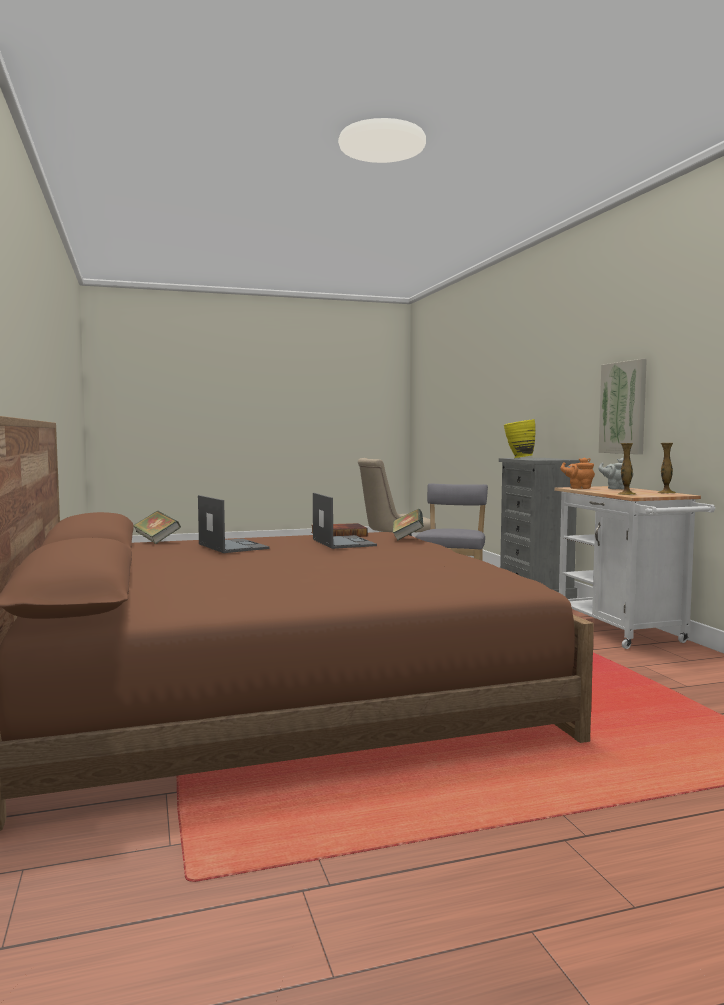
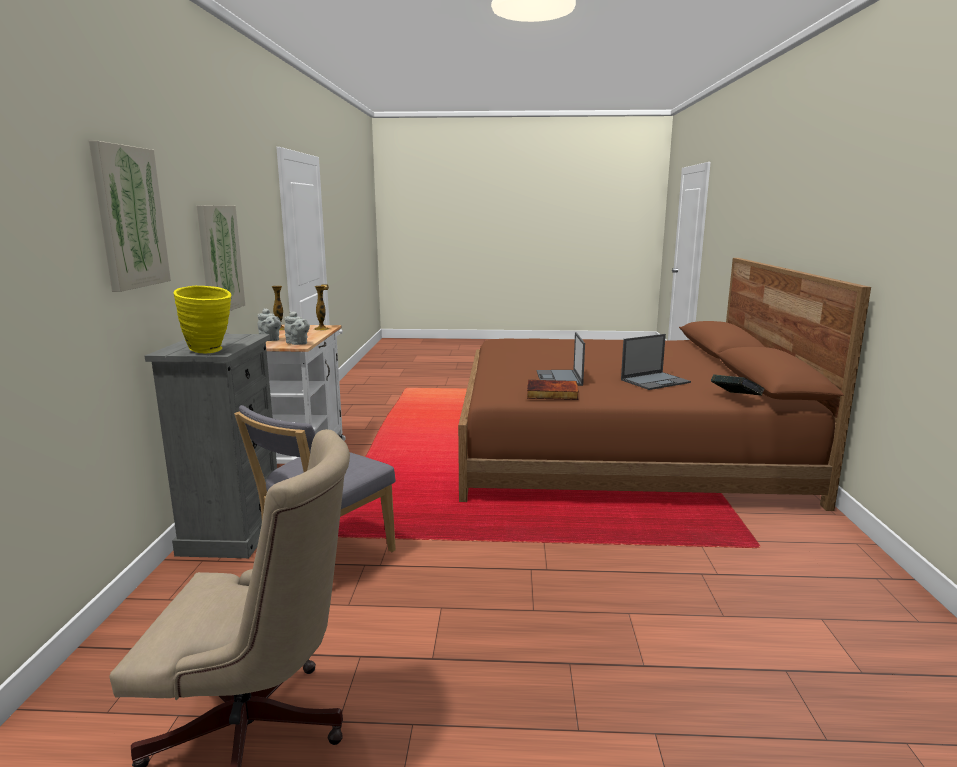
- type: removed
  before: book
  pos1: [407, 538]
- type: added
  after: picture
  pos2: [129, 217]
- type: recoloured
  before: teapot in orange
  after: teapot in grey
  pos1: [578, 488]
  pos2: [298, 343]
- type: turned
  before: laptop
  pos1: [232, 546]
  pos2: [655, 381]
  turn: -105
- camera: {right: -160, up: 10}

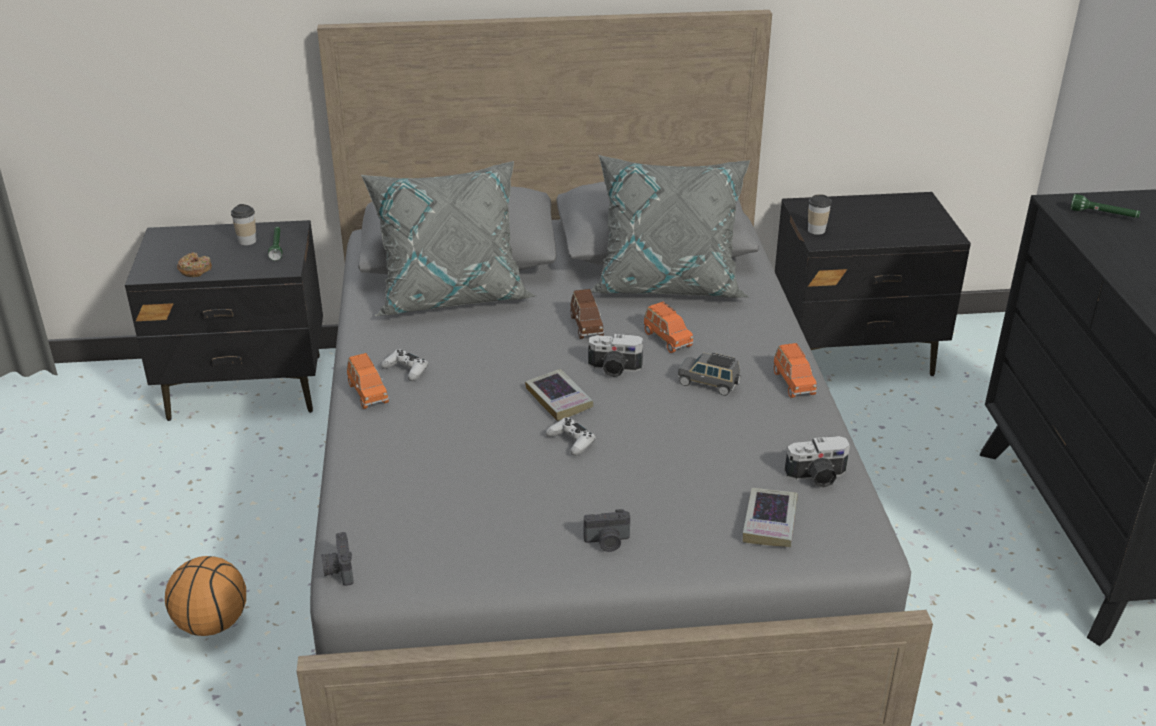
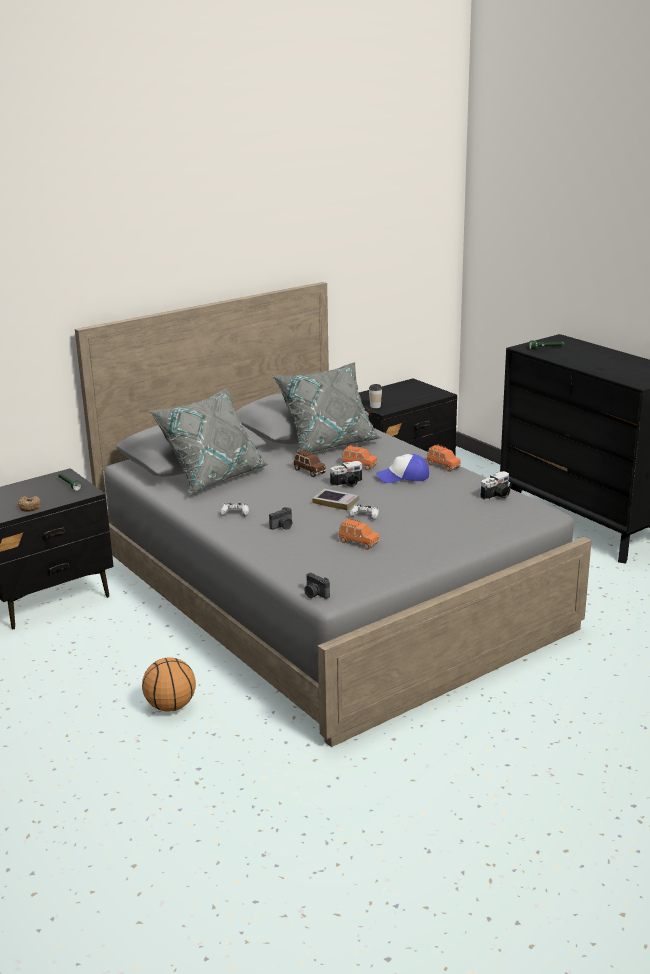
- type: removed
  before: cup
  pos1: [247, 241]
- type: removed
  before: book
  pos1: [770, 522]
- type: moved
  before: toy car in orange
  pos1: [368, 393]
  pos2: [358, 543]
- type: moved
  before: photo camera
  pos1: [607, 542]
  pos2: [283, 526]
- type: replaced
  before: toy car in grey
  after: cap
  pos1: [709, 384]
  pos2: [403, 477]
- camera: {right: -30, up: -10}

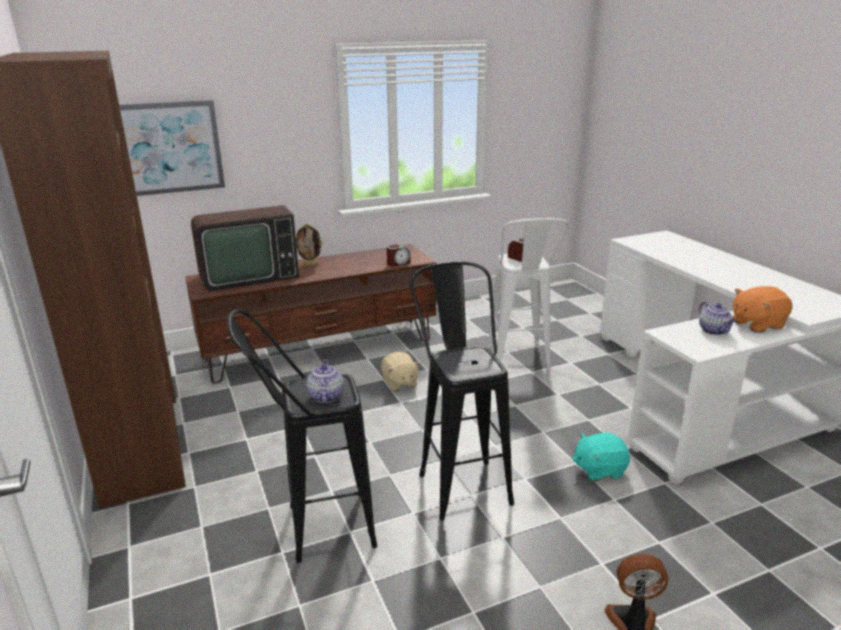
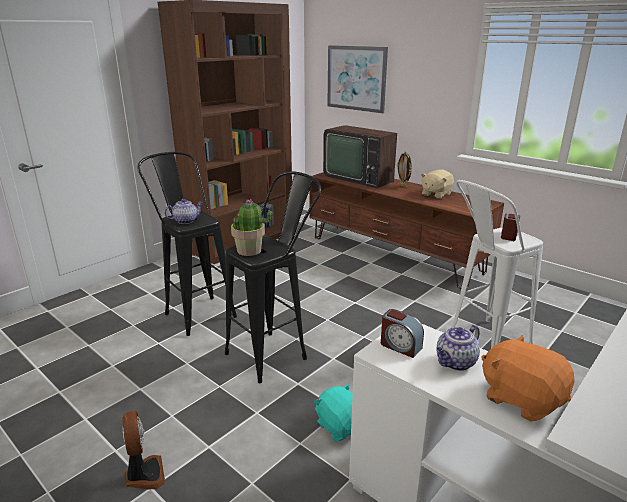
- type: added
  after: potted plant
  pos2: [249, 251]
- type: moved
  before: plush toy in beige
  pos1: [399, 383]
  pos2: [435, 194]
- type: moved
  before: alarm clock
  pos1: [398, 263]
  pos2: [400, 346]
- camera: {right: 65, up: 0}

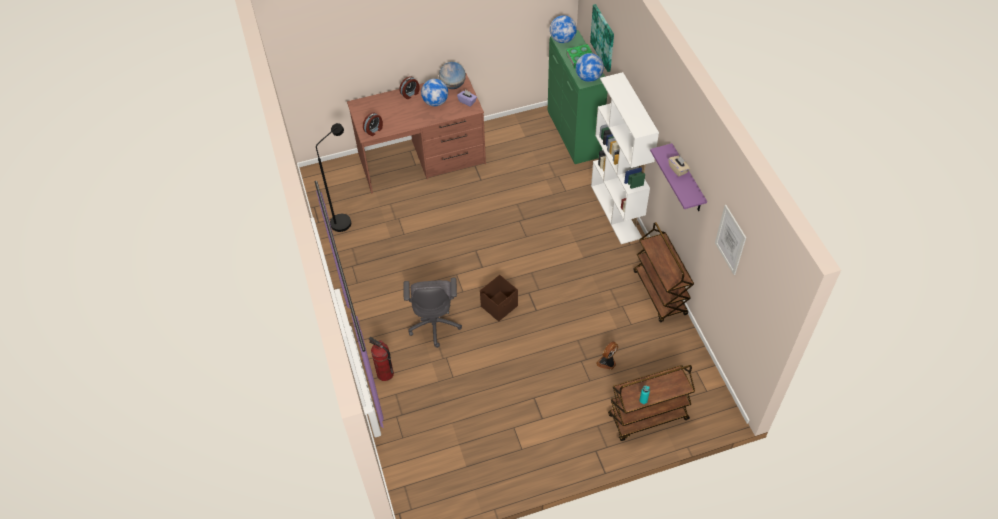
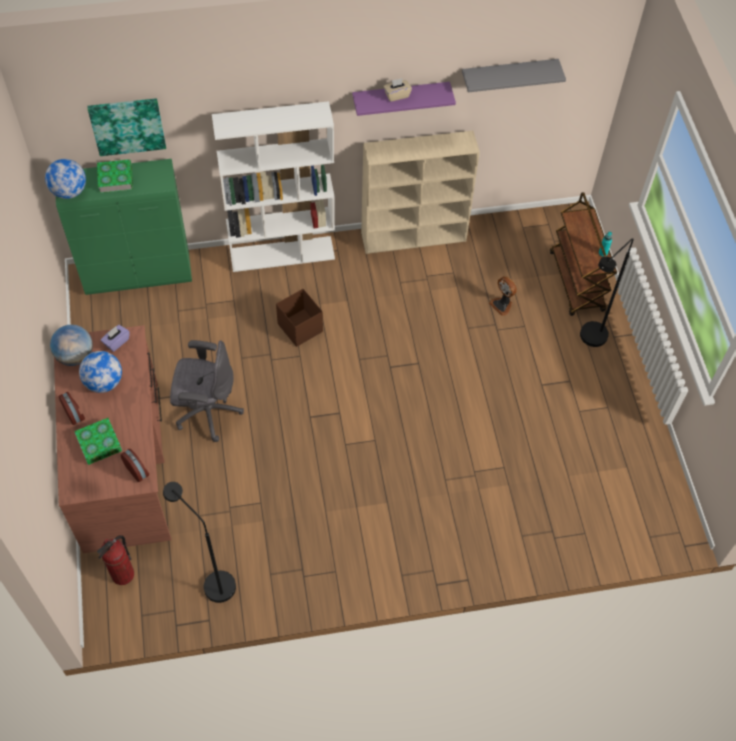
- type: removed
  before: globe
  pos1: [588, 78]
- type: added
  after: book
  pos2: [99, 443]
- type: added
  after: floor lamp in black
  pos2: [589, 341]
- type: moved
  before: fire extinguisher
  pos1: [385, 374]
  pos2: [123, 574]
- type: moved
  before: office chair in grey
  pos1: [435, 324]
  pos2: [207, 411]
- type: moved
  before: storage box in brown
  pos1: [500, 306]
  pos2: [300, 327]
- type: replaced
  before: cart in brown
  after: bookcase in beige
  pos1: [660, 293]
  pos2: [414, 236]
- type: replaced
  before: picture
  after: shelf in grey
  pos1: [730, 240]
  pos2: [508, 75]
- camera: {right: -85, up: 5}

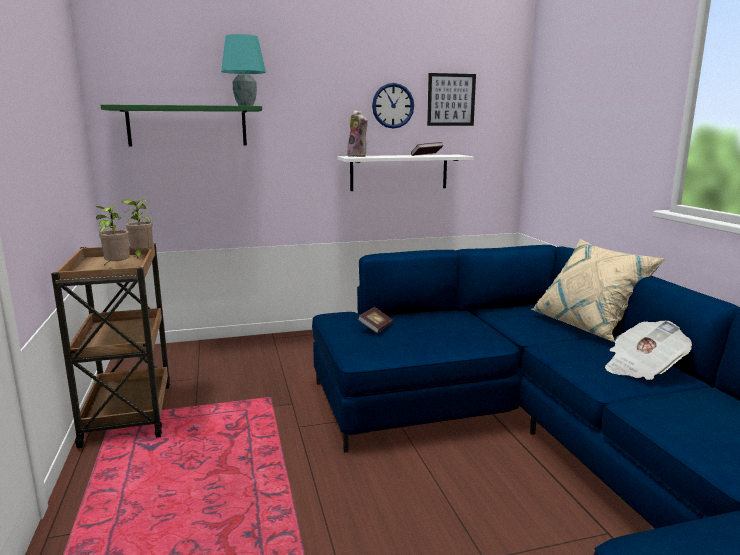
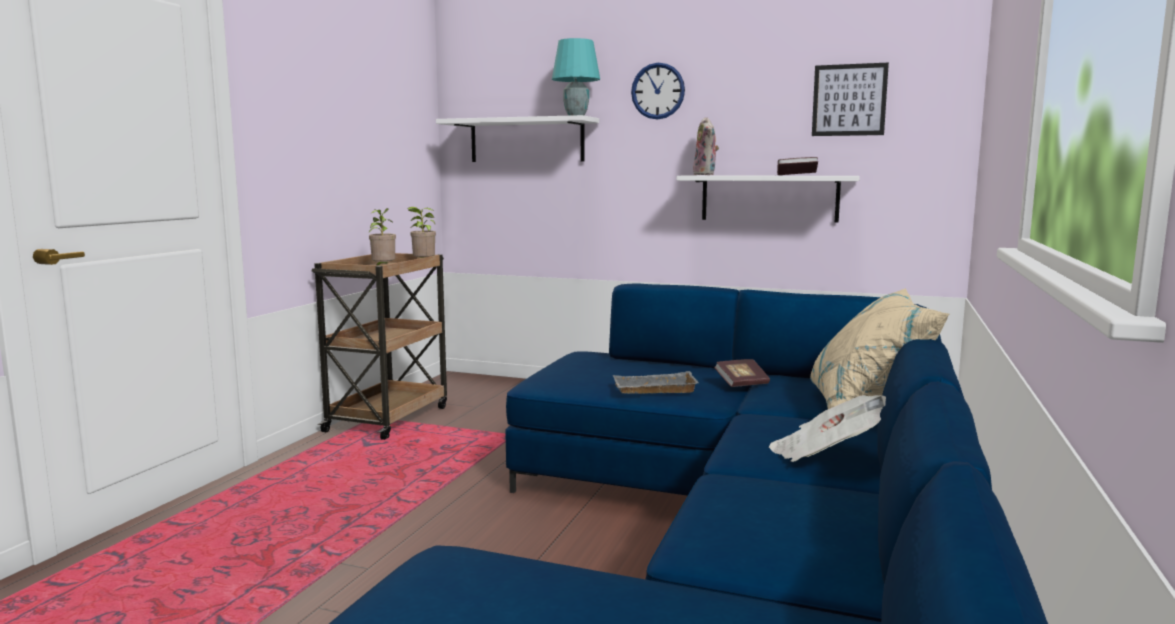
- type: added
  after: tray in grey
  pos2: [654, 390]
- type: moved
  before: book
  pos1: [375, 328]
  pos2: [741, 384]
- type: moved
  before: wall clock
  pos1: [393, 105]
  pos2: [658, 91]
- type: recoloured
  before: shelf in green
  after: shelf in white
  pos1: [187, 126]
  pos2: [526, 140]
- camera: {right: 35, up: -5}

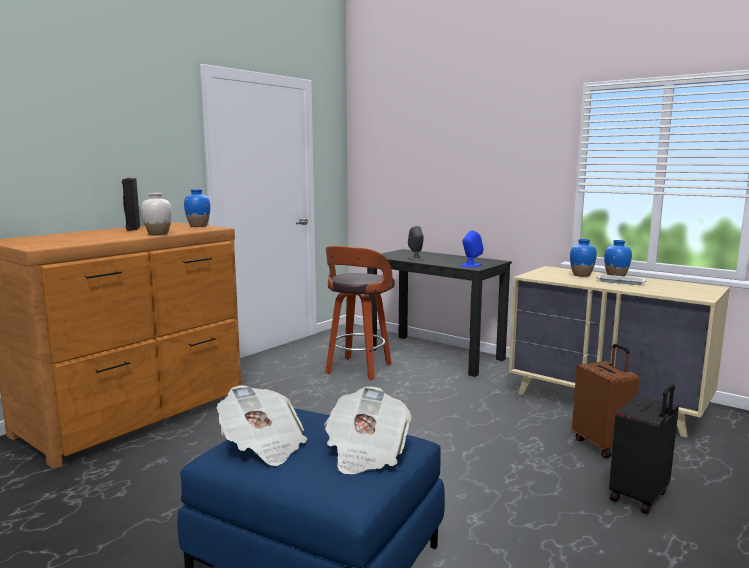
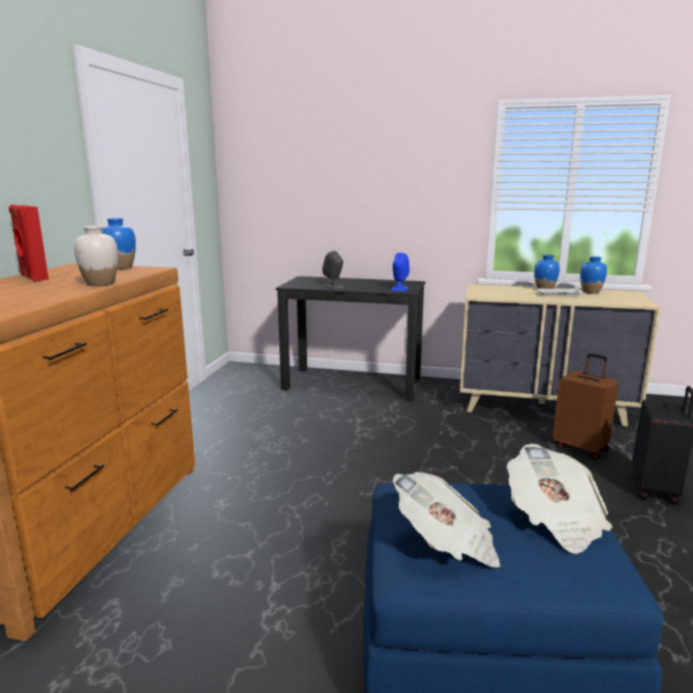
- type: removed
  before: stool
  pos1: [358, 369]
- type: moved
  before: vase in blue
  pos1: [581, 275]
  pos2: [591, 292]
- type: recoloured
  before: speaker in black
  after: speaker in red
  pos1: [132, 228]
  pos2: [33, 277]
- camera: {right: -25, up: 5}

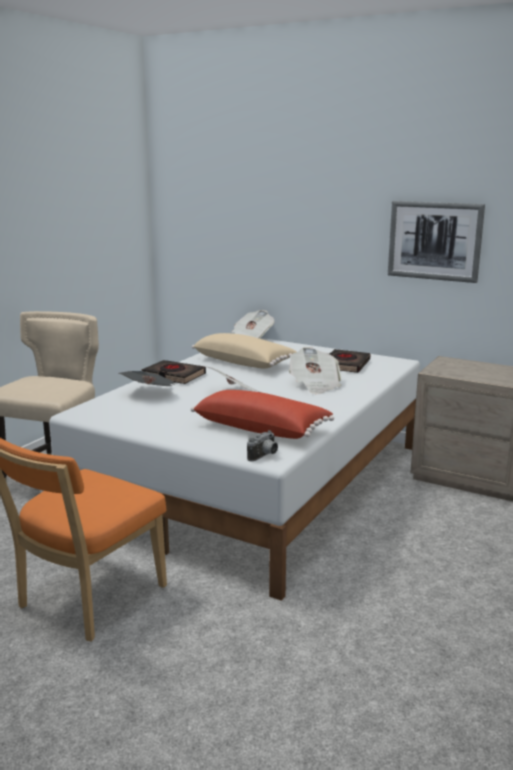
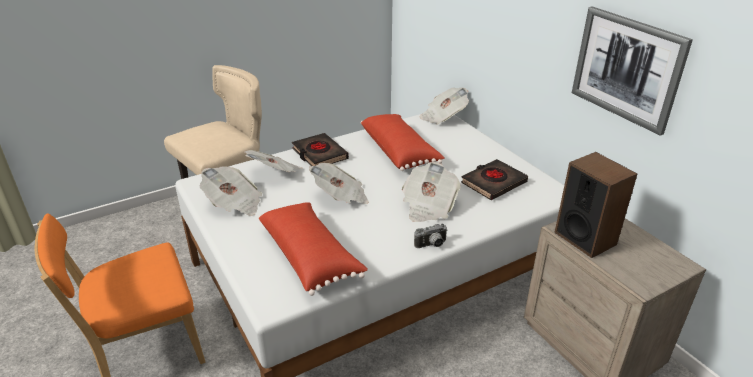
- type: added
  after: newspaper
  pos2: [234, 204]
- type: added
  after: speaker
  pos2: [585, 238]
- type: moved
  before: photo camera
  pos1: [264, 456]
  pos2: [432, 245]
- type: recoloured
  before: pillow in beige
  after: pillow in red
  pos1: [244, 363]
  pos2: [400, 152]
- camera: {right: 30, up: 15}

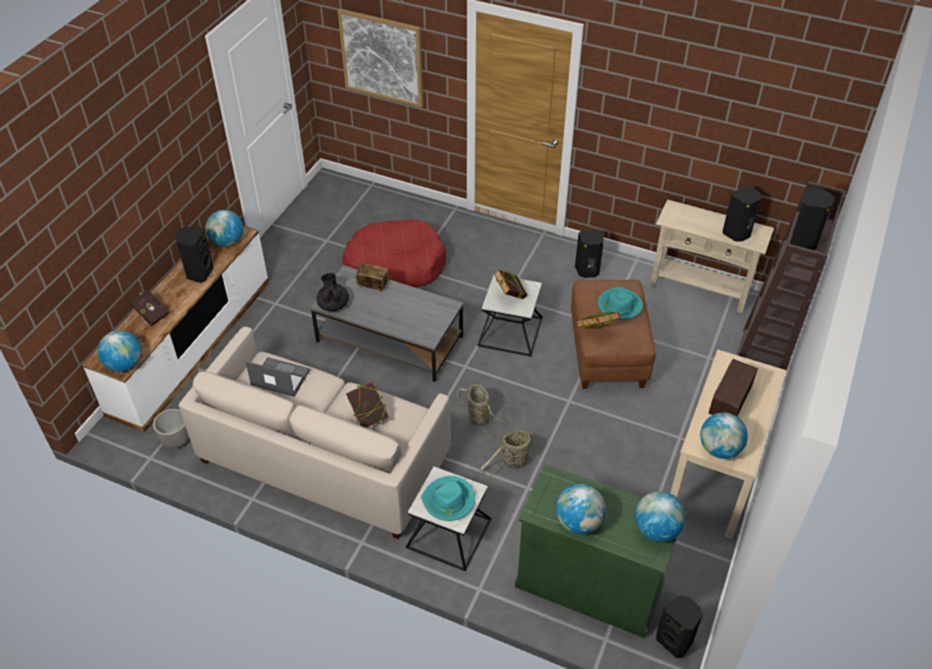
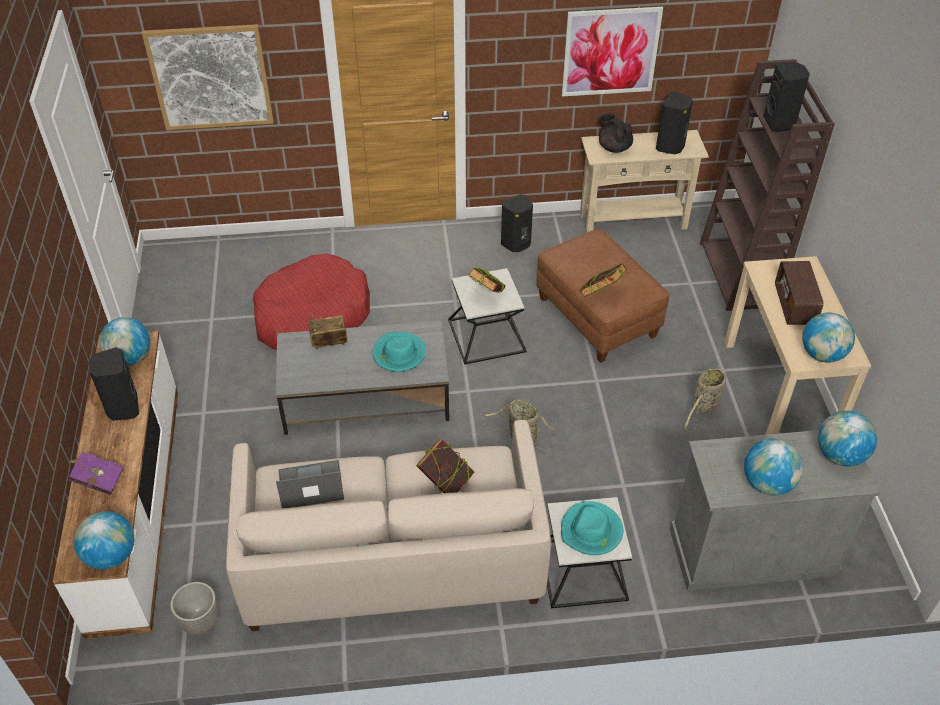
- type: removed
  before: speaker in black
  pos1: [675, 640]
- type: added
  after: picture
  pos2: [610, 52]
- type: moved
  before: teapot in black
  pos1: [333, 304]
  pos2: [614, 147]
- type: moved
  before: basket
  pos1: [513, 462]
  pos2: [703, 407]
- type: moved
  before: hat in turquoise
  pos1: [619, 306]
  pos2: [398, 354]
- type: recoloured
  before: book in red
  after: book in purple
  pos1: [151, 313]
  pos2: [97, 480]
- type: recoloured
  before: cabinet in green
  after: cabinet in grey
  pos1: [589, 584]
  pos2: [752, 551]
- camera: {right: -30, up: 0}

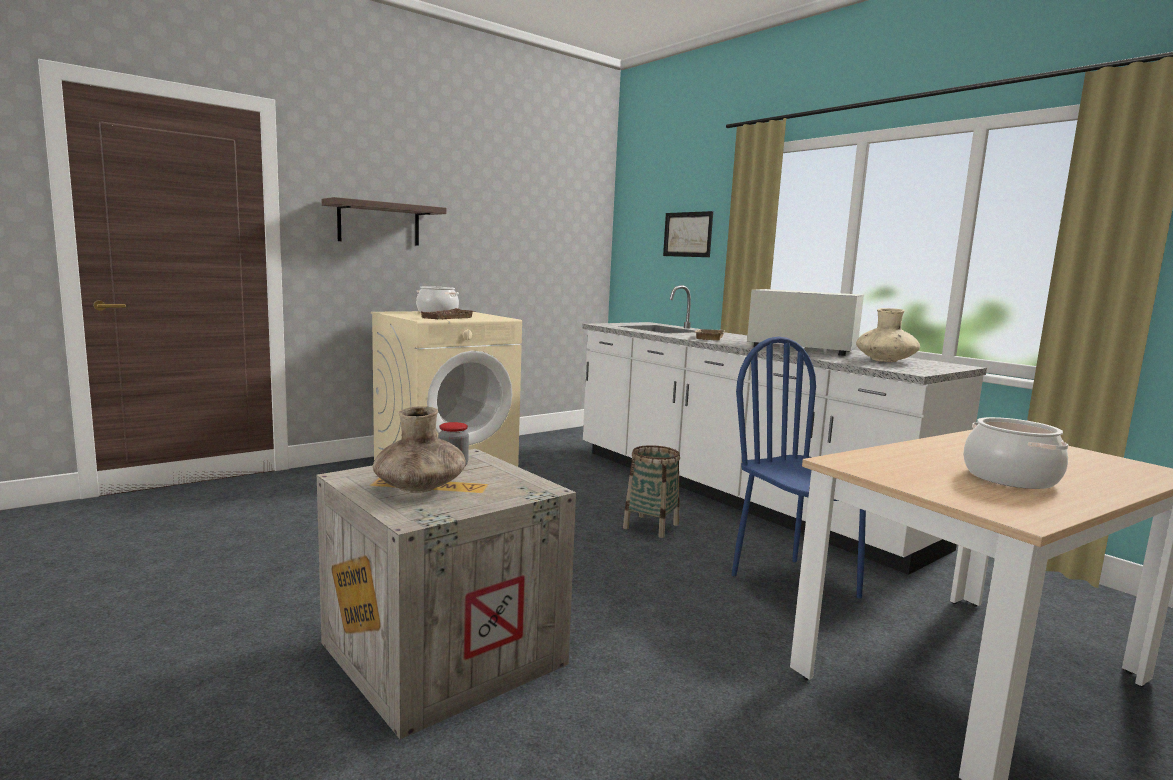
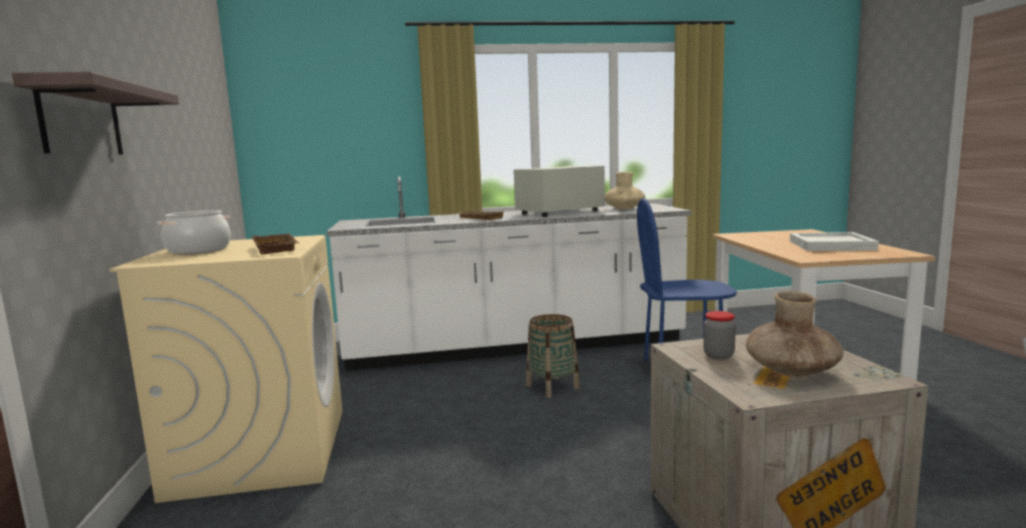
- type: removed
  before: picture
  pos1: [687, 234]
- type: replaced
  before: cooking pot
  after: tray in white
  pos1: [1011, 478]
  pos2: [831, 245]
- camera: {right: -60, up: 0}

